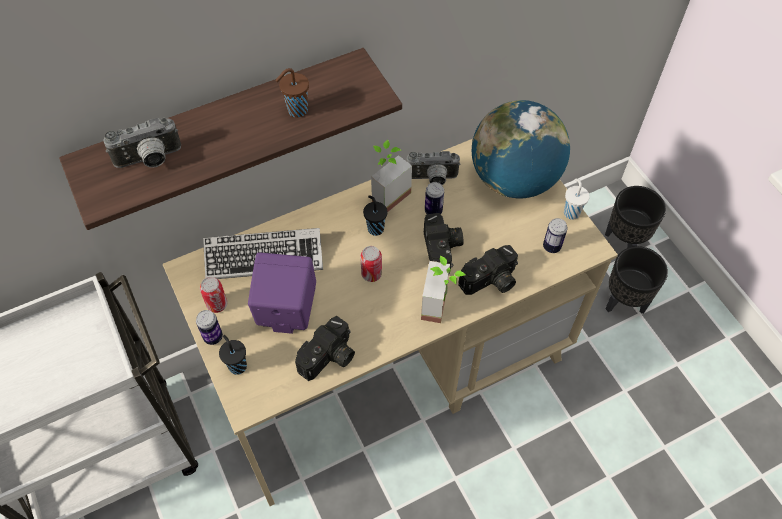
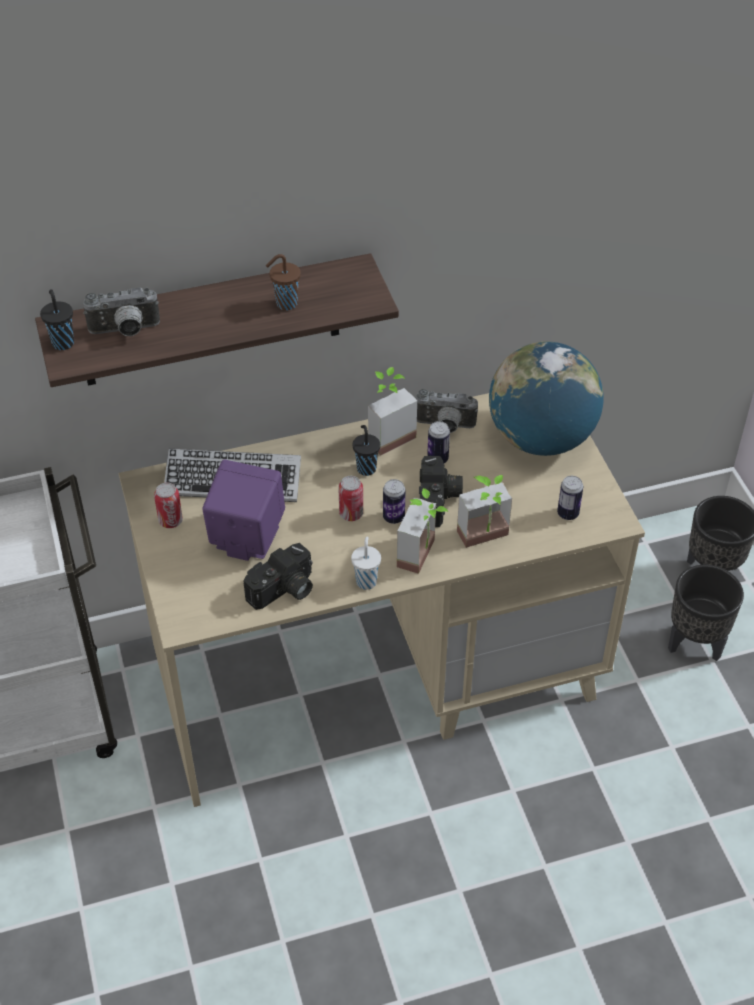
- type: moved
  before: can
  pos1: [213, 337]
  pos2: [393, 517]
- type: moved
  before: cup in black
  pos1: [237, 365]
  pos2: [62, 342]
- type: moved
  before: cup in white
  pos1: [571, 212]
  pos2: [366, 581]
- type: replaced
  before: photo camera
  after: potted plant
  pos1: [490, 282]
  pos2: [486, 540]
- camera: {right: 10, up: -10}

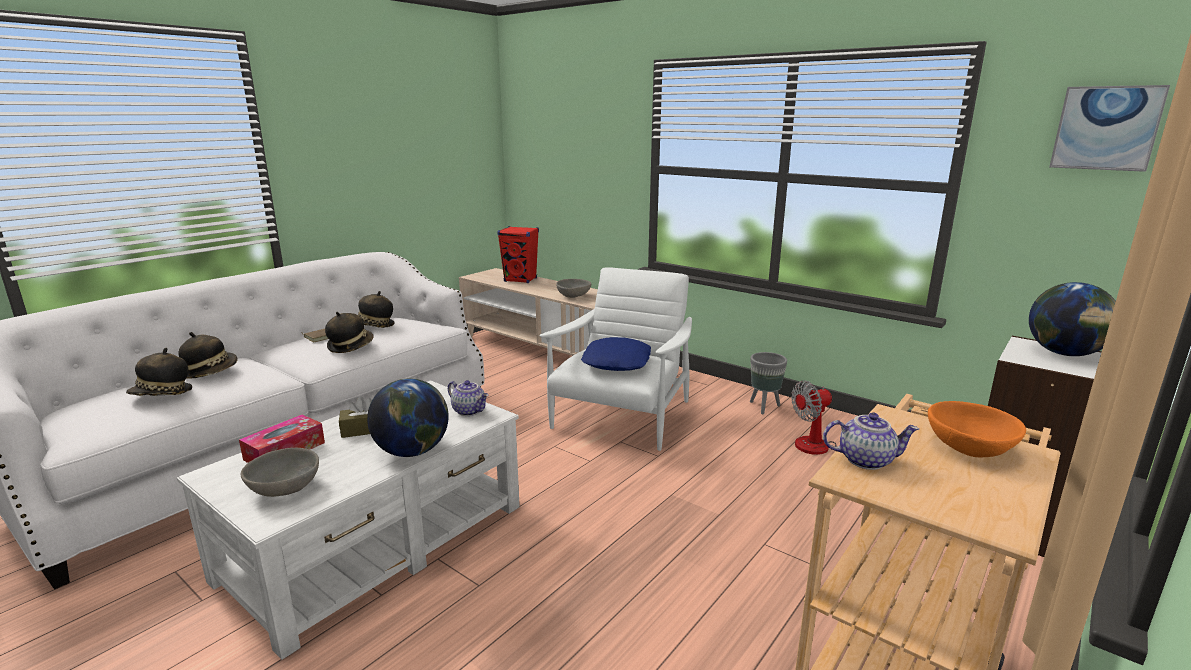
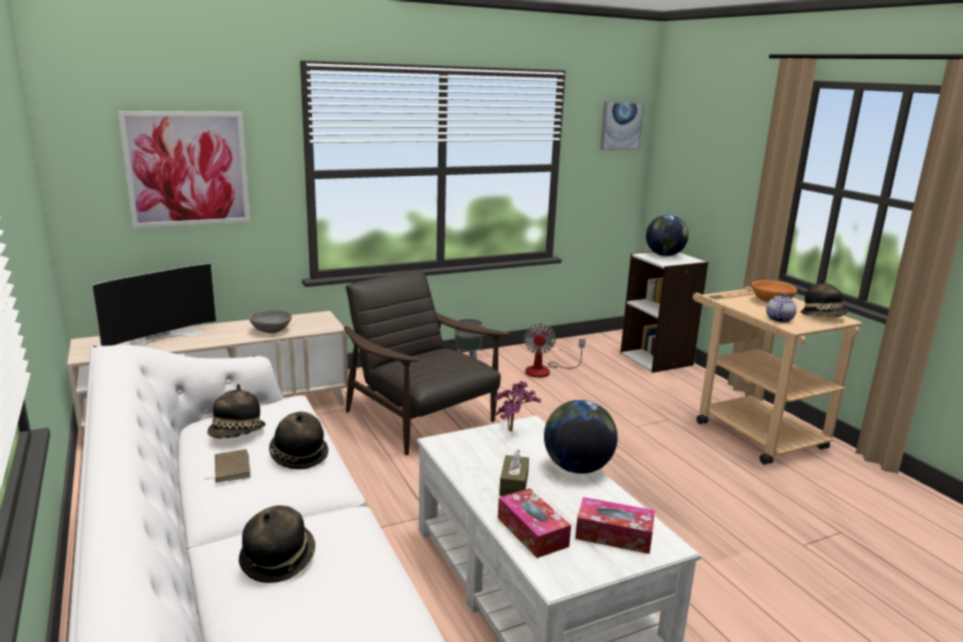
- type: removed
  before: pillow in blue
  pos1: [617, 362]
- type: added
  after: picture
  pos2: [187, 169]
- type: moved
  before: hat
  pos1: [162, 395]
  pos2: [823, 317]
- type: replaced
  before: bowl in grey
  after: tissue box
  pos1: [285, 489]
  pos2: [614, 535]
- type: replaced
  before: teapot
  after: potted plant
  pos1: [470, 411]
  pos2: [514, 432]
- type: replaced
  before: speaker in red
  after: television
  pos1: [520, 280]
  pos2: [159, 338]
- type: recoloured
  before: armchair in white
  after: armchair in brown
  pos1: [621, 417]
  pos2: [422, 418]
- camera: {right: -65, up: 0}

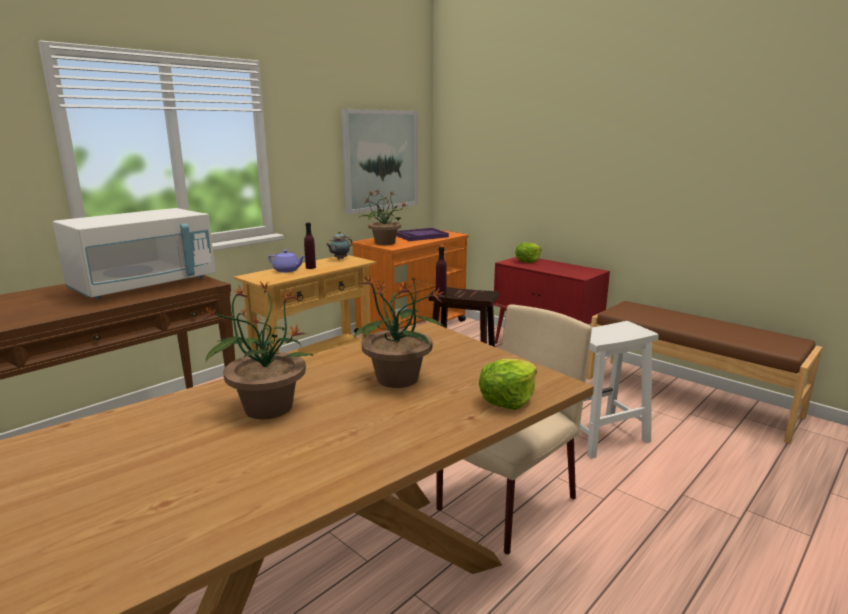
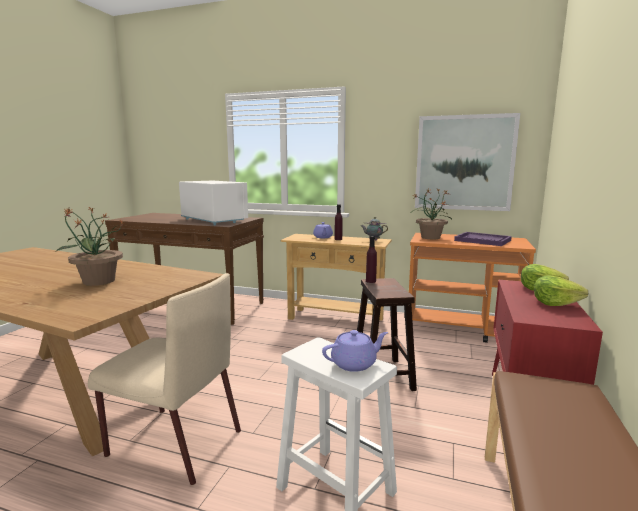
- type: removed
  before: potted plant
  pos1: [267, 407]
- type: added
  after: teapot in purple
  pos2: [355, 364]
- type: moved
  before: lettuce
  pos1: [508, 399]
  pos2: [555, 303]
- type: turned
  before: microwave in white
  pos1: [145, 285]
  pos2: [214, 220]
  turn: -150
- camera: {right: 65, up: -5}

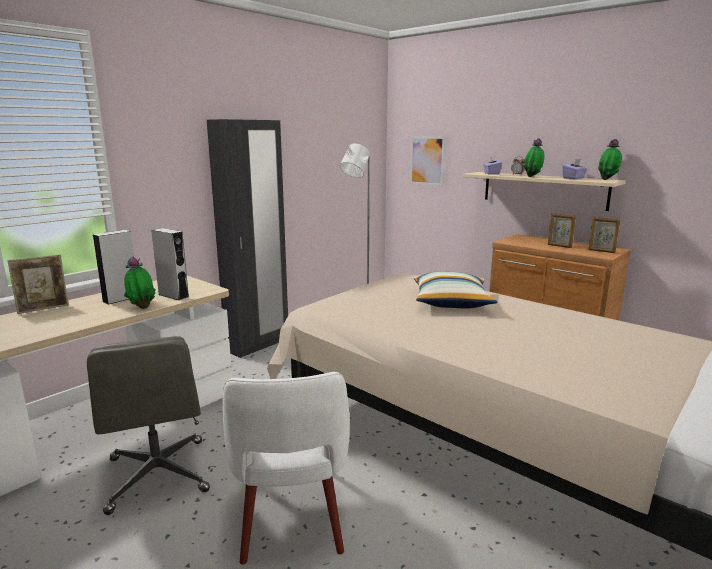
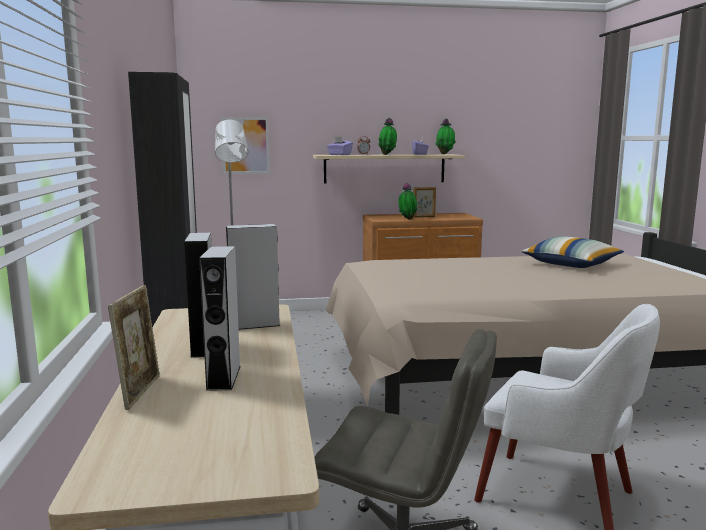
- type: removed
  before: picture frame
  pos1: [601, 251]
- type: added
  after: speaker in grey
  pos2: [223, 377]
- type: moved
  before: potted plant
  pos1: [142, 307]
  pos2: [407, 219]
- type: moved
  before: pillow
  pos1: [451, 302]
  pos2: [571, 264]
- camera: {right: -50, up: -5}

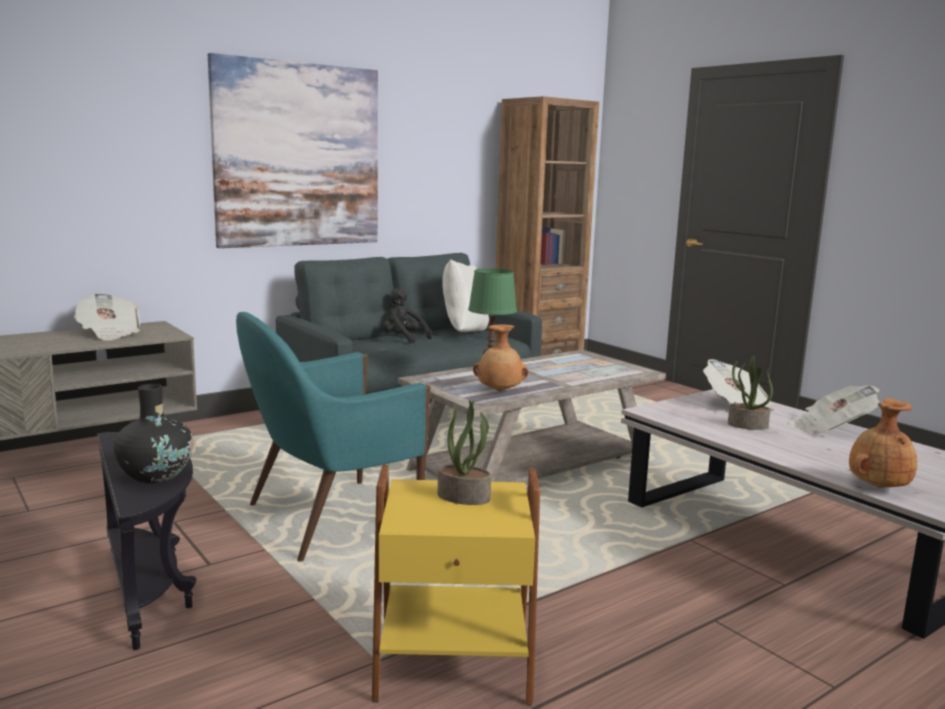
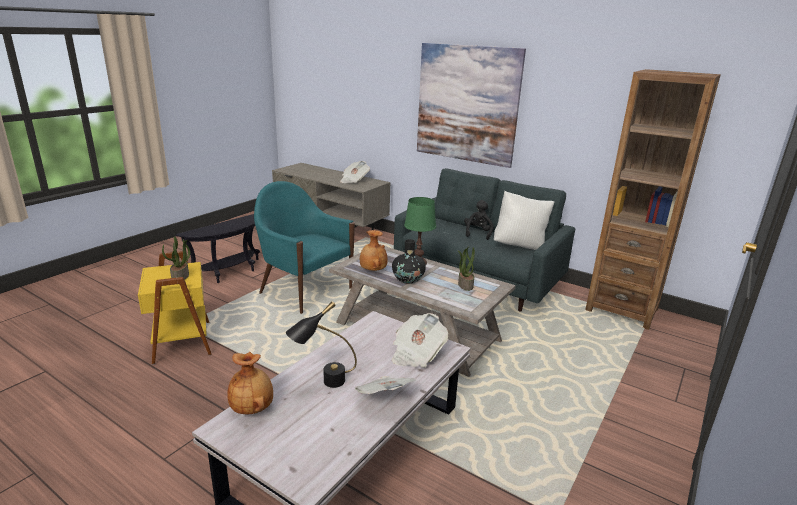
- type: added
  after: table lamp in black
  pos2: [324, 383]
- type: moved
  before: vase in black
  pos1: [155, 475]
  pos2: [408, 279]
- type: moved
  before: potted plant
  pos1: [747, 425]
  pos2: [465, 285]
- camera: {right: 70, up: 10}

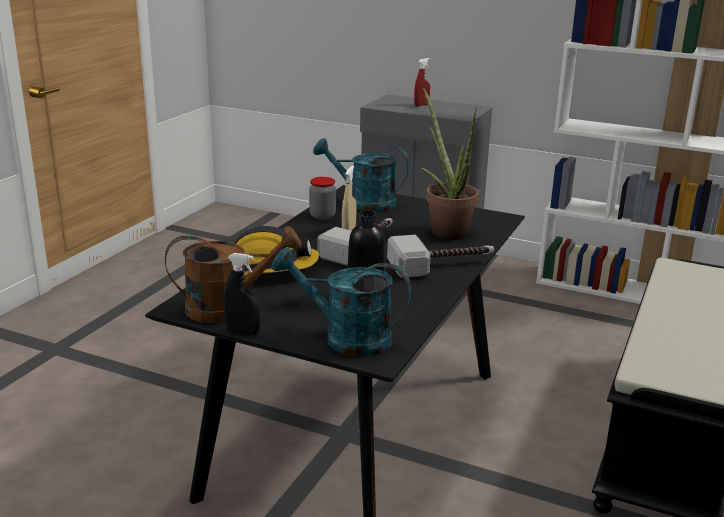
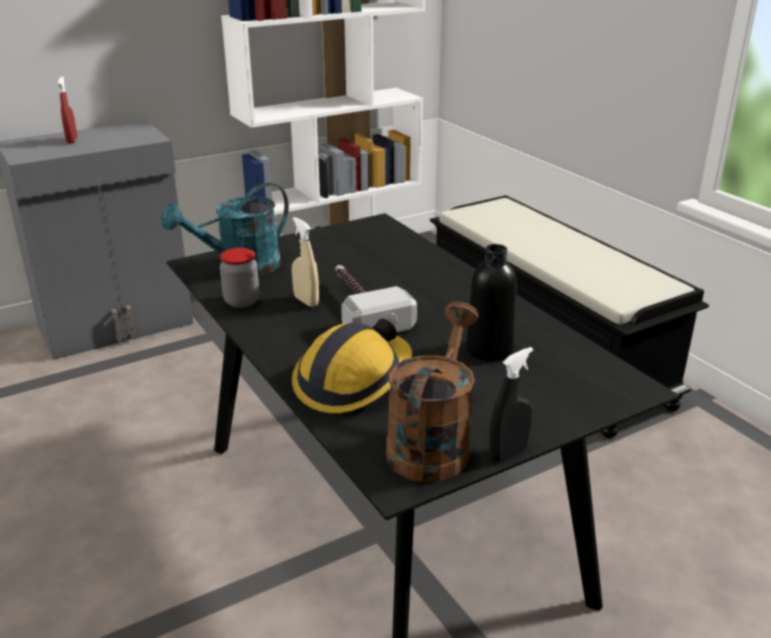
- type: removed
  before: watering can in turquoise
  pos1: [346, 338]
- type: removed
  before: hammer
  pos1: [442, 265]
- type: removed
  before: potted plant
  pos1: [445, 230]
- camera: {right: -55, up: 5}

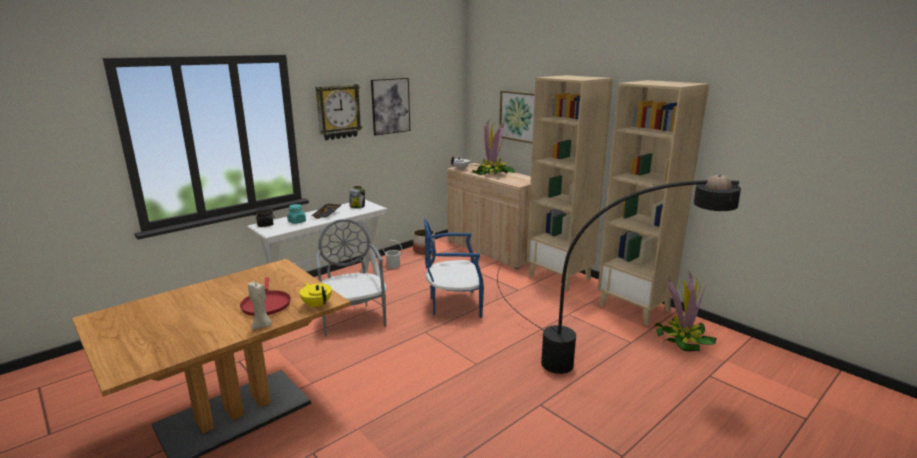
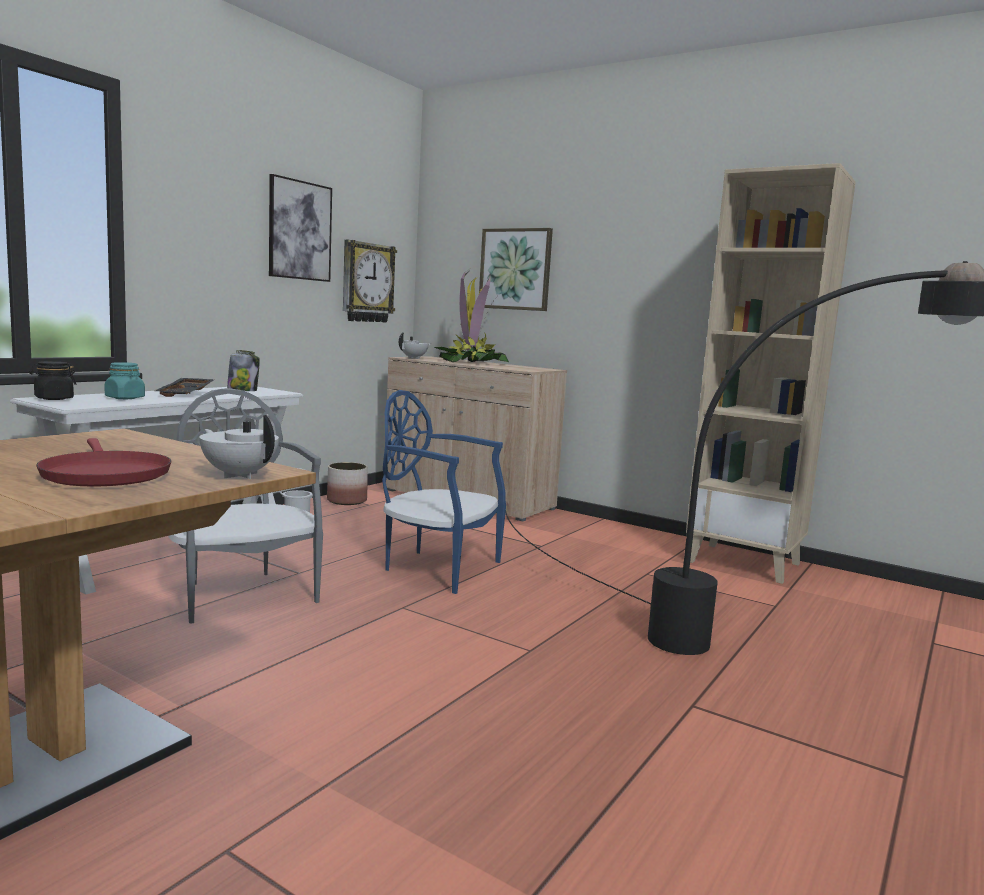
- type: removed
  before: candle in beige
  pos1: [262, 326]
- type: removed
  before: bookcase in beige
  pos1: [560, 277]
- type: removed
  before: potted plant
  pos1: [682, 339]
- type: moved
  before: wall clock
  pos1: [338, 112]
  pos2: [367, 282]
- type: recoloured
  before: teapot in yellow
  after: teapot in white
  pos1: [317, 305]
  pos2: [239, 475]
- type: turned
  before: chair in blue
  pos1: [453, 305]
  pos2: [438, 568]
  turn: 45
- camera: {right: -15, up: -10}

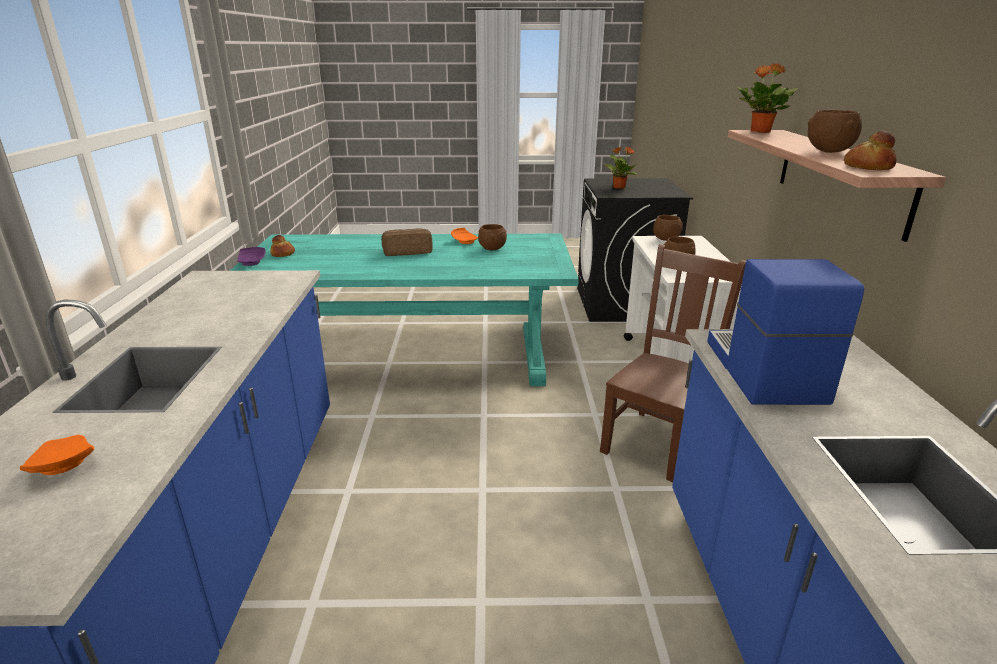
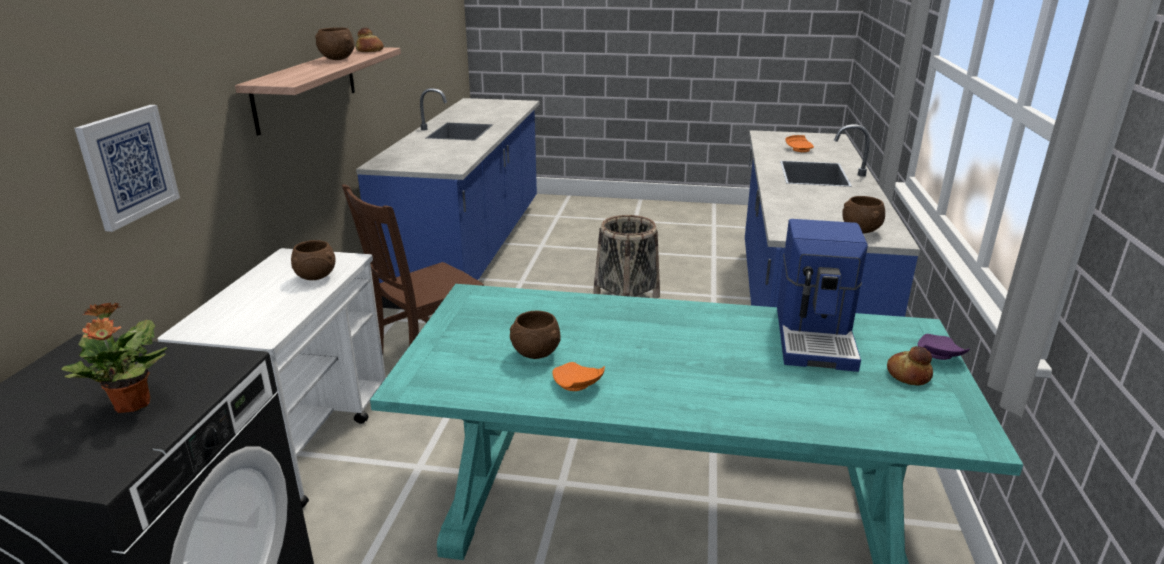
- type: removed
  before: bread
  pos1: [407, 252]
- type: removed
  before: potted plant
  pos1: [759, 131]
- type: added
  after: picture
  pos2: [128, 165]
- type: added
  after: basket
  pos2: [626, 295]
- type: moved
  before: bowl in brown
  pos1: [665, 239]
  pos2: [861, 232]
- type: moved
  before: coffee machine
  pos1: [762, 371]
  pos2: [816, 337]
- camera: {right: -170, up: 0}

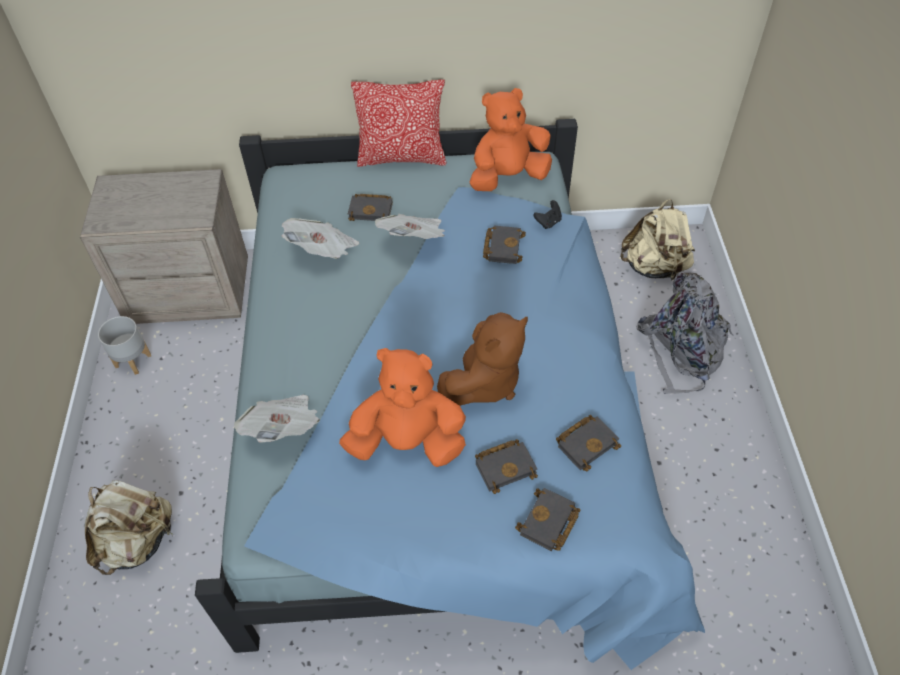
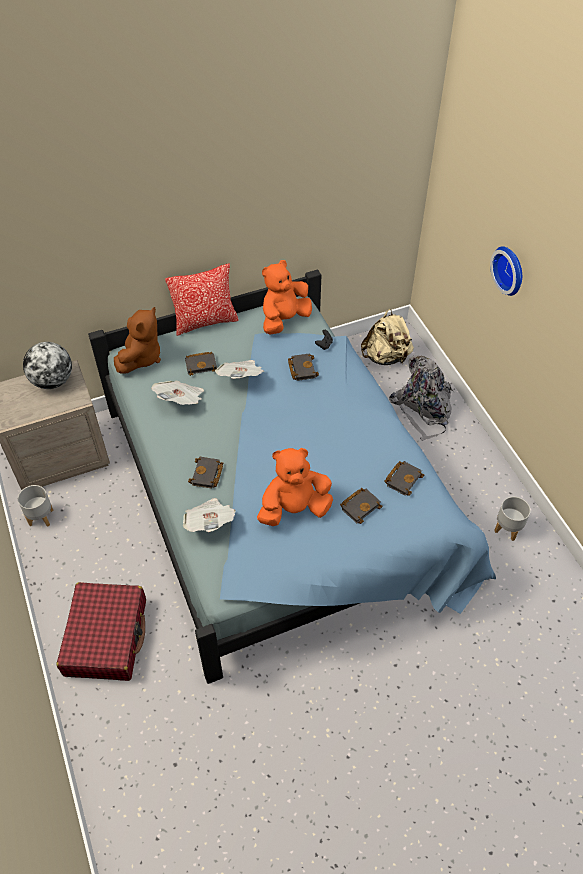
- type: added
  after: globe
  pos2: [53, 381]
- type: added
  after: wall clock
  pos2: [510, 269]
- type: added
  after: planter in grey
  pos2: [507, 529]
- type: moved
  before: plush toy in brown
  pos1: [484, 382]
  pos2: [141, 357]
- type: moved
  before: book in black
  pos1: [549, 524]
  pos2: [207, 475]
- type: replaced
  before: backpack in beige
  after: suitcase in red
  pos1: [138, 541]
  pos2: [106, 637]
- camera: {right: -20, up: 0}

